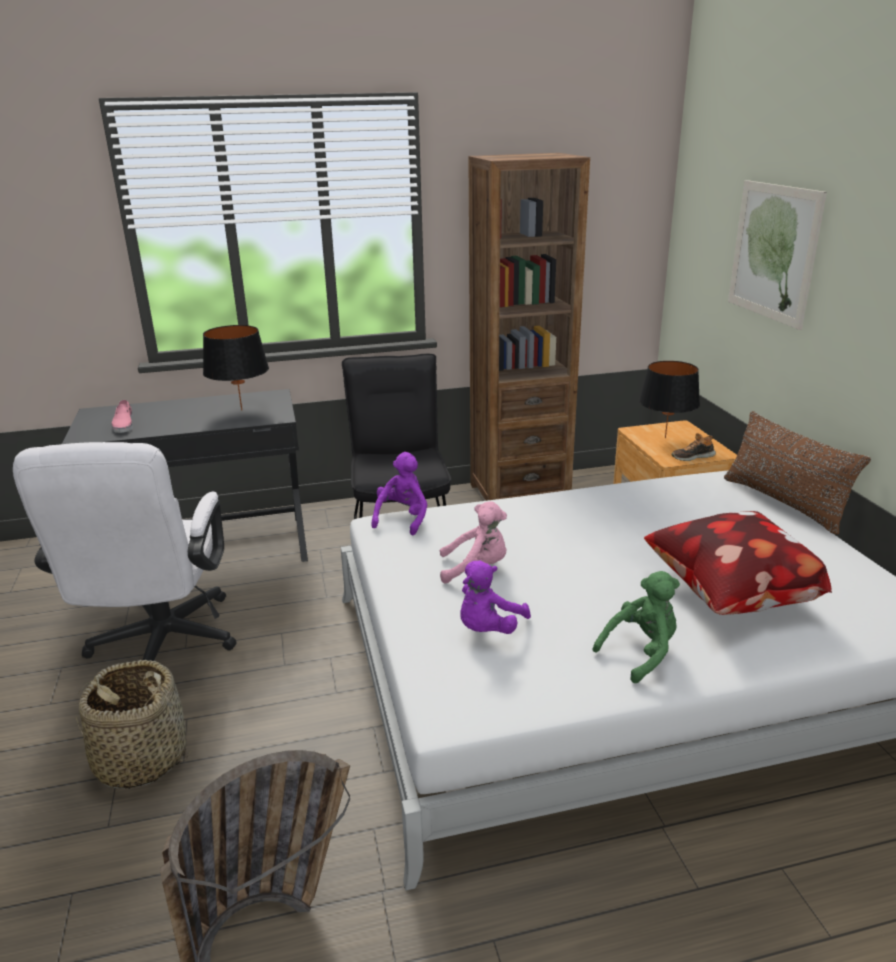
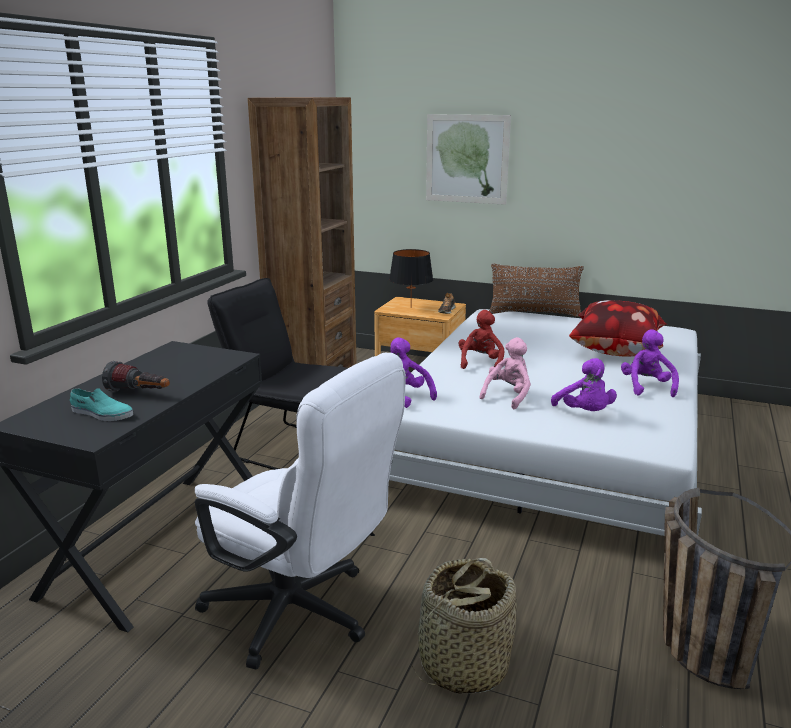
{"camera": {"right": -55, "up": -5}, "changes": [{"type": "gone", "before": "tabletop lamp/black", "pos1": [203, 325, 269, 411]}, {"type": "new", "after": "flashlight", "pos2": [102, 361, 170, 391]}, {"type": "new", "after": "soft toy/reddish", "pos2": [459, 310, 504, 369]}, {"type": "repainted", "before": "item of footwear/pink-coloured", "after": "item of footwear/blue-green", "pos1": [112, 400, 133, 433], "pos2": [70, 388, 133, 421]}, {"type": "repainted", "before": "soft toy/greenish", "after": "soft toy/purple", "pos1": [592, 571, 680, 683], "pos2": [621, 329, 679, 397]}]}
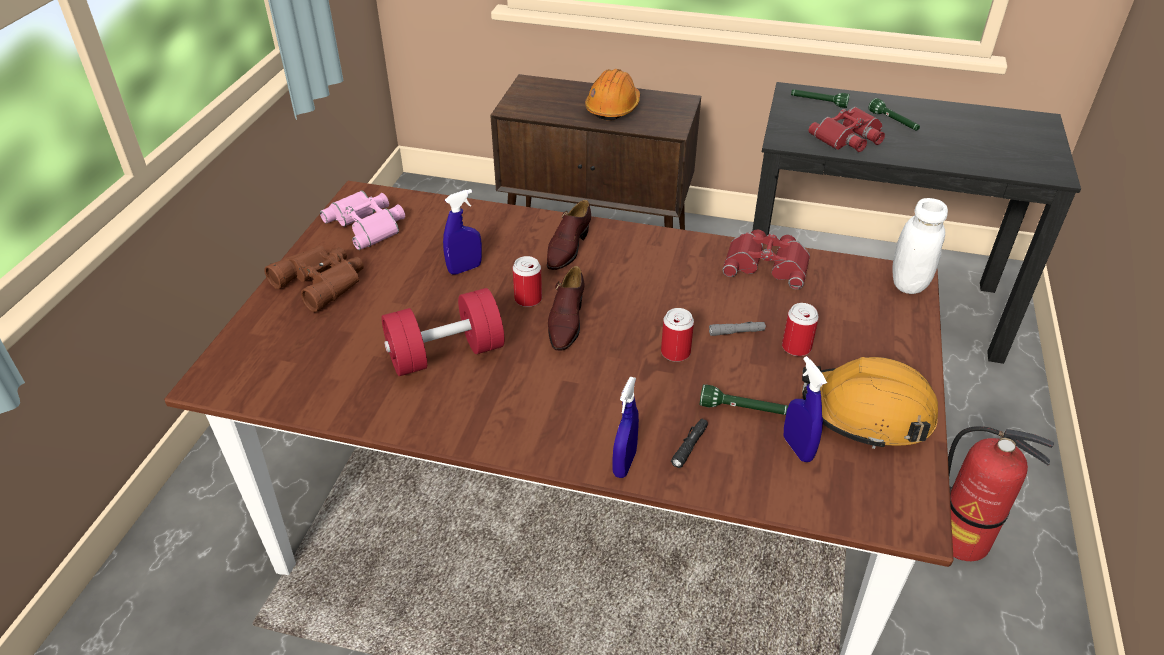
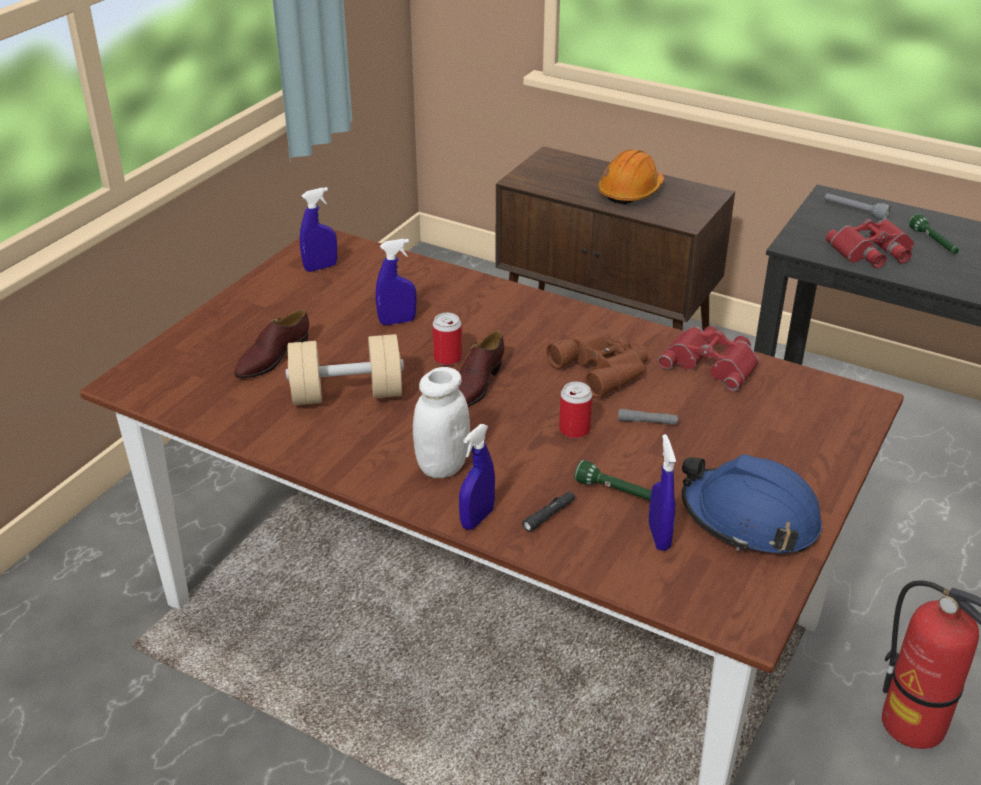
{"camera": {"right": 15, "up": -5}, "changes": [{"type": "gone", "before": "can", "pos1": [782, 303, 819, 356]}, {"type": "shifted", "before": "pair of binoculars/brownish", "pos1": [264, 245, 364, 312], "pos2": [546, 330, 648, 398]}, {"type": "shifted", "before": "item of footwear/brownish", "pos1": [547, 200, 591, 270], "pos2": [234, 309, 309, 379]}, {"type": "shifted", "before": "storage jar/white-coloured", "pos1": [892, 198, 948, 294], "pos2": [413, 367, 470, 478]}, {"type": "swapped", "before": "pair of binoculars/pink-coloured", "after": "hand sprayer/blue-coloured", "pos1": [320, 190, 405, 250], "pos2": [300, 187, 337, 272]}, {"type": "repainted", "before": "hand weight/reddish", "after": "hand weight/sand-coloured", "pos1": [382, 288, 505, 376], "pos2": [285, 334, 404, 405]}, {"type": "repainted", "before": "flashlight/greenish", "after": "flashlight/grey", "pos1": [791, 89, 850, 108], "pos2": [824, 193, 891, 220]}, {"type": "repainted", "before": "work helmet/orange", "after": "work helmet/blue-coloured", "pos1": [802, 357, 938, 449], "pos2": [682, 454, 822, 553]}]}
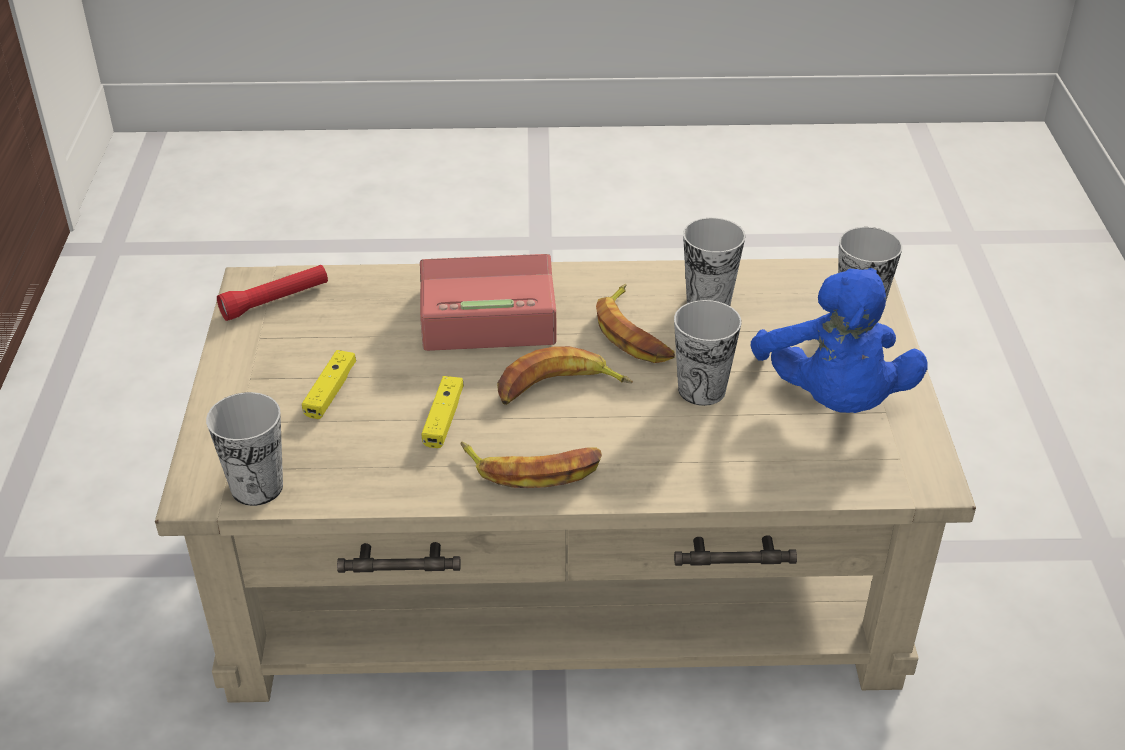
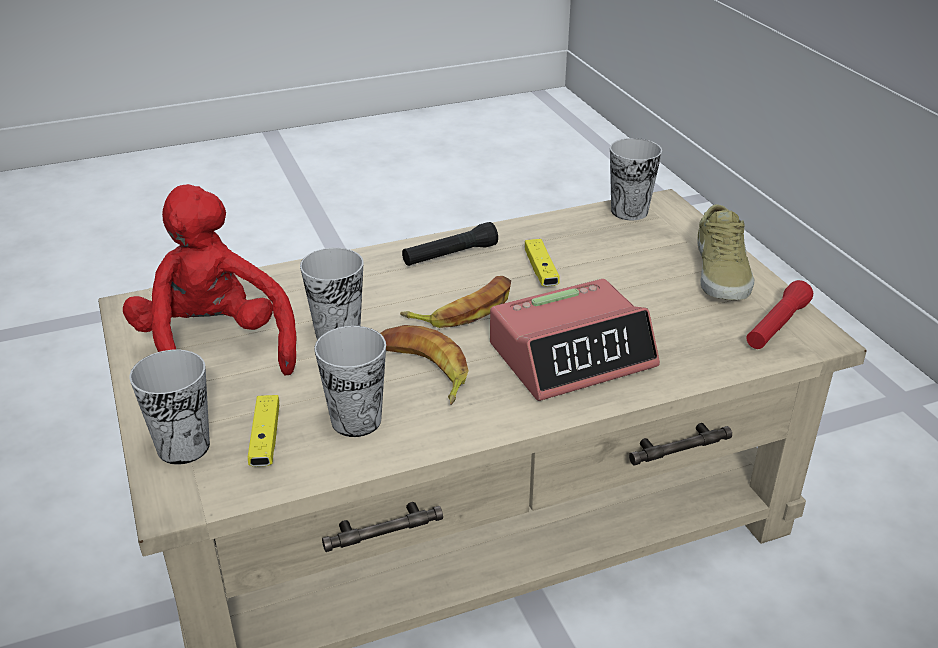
{"camera": {"right": 160, "up": -5}, "changes": [{"type": "new", "after": "item of footwear/sand-coloured", "pos2": [697, 204, 754, 300]}, {"type": "shifted", "before": "gamepad/yellowish", "pos1": [302, 350, 356, 419], "pos2": [248, 395, 279, 467]}, {"type": "swapped", "before": "banana fruit", "after": "flashlight/black", "pos1": [460, 442, 602, 488], "pos2": [402, 222, 498, 266]}, {"type": "repainted", "before": "soft toy/blue-coloured", "after": "soft toy/reddish", "pos1": [751, 268, 927, 413], "pos2": [123, 184, 297, 375]}]}
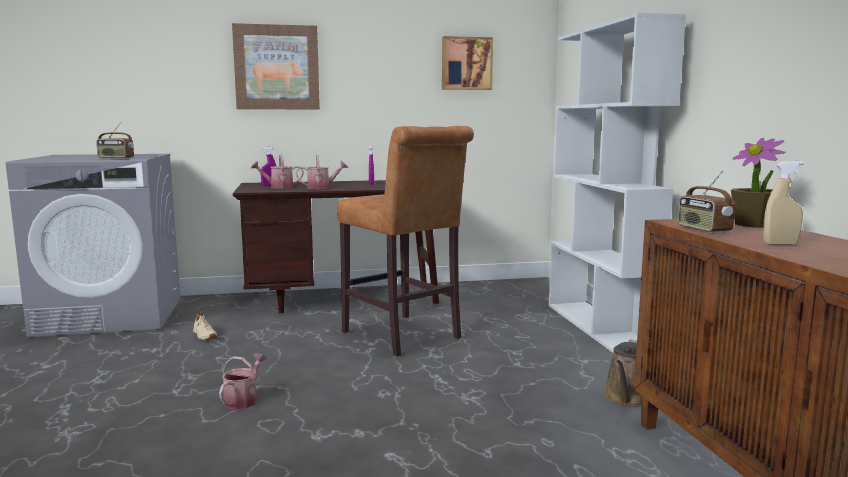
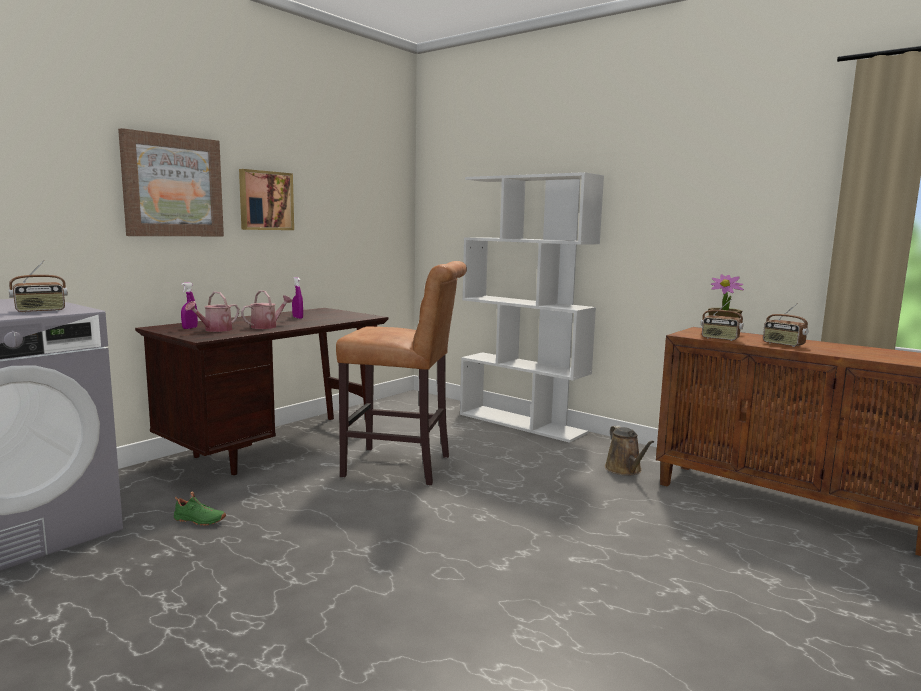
{"camera": {"right": -40, "up": 0}, "changes": [{"type": "gone", "before": "watering pot", "pos1": [219, 353, 266, 410]}, {"type": "shifted", "before": "wall picture", "pos1": [442, 36, 493, 90], "pos2": [239, 169, 294, 230]}, {"type": "swapped", "before": "hand sprayer/sand-coloured", "after": "radio", "pos1": [763, 161, 804, 245], "pos2": [763, 303, 809, 347]}, {"type": "repainted", "before": "item of footwear/sand-coloured", "after": "item of footwear/greenish", "pos1": [193, 311, 217, 340], "pos2": [174, 491, 226, 526]}]}
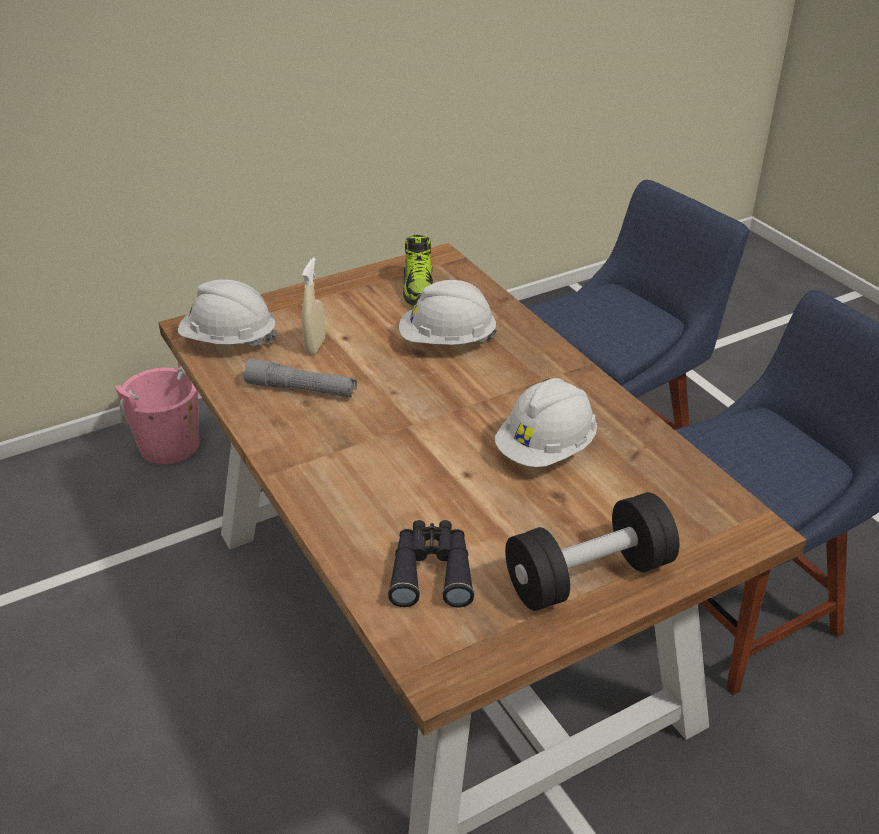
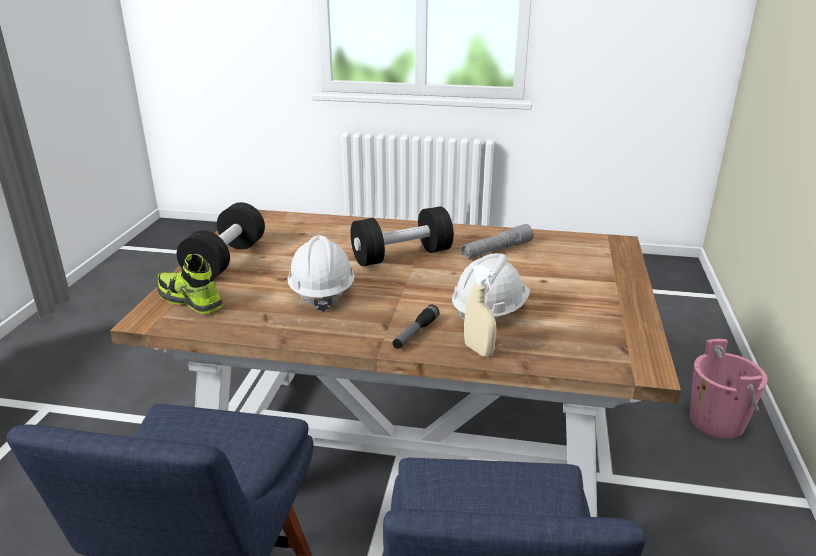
{"camera": {"right": 130, "up": -10}, "changes": [{"type": "gone", "before": "work helmet/white-coloured", "pos1": [178, 279, 278, 346]}, {"type": "gone", "before": "pair of binoculars/black", "pos1": [388, 520, 474, 607]}, {"type": "new", "after": "hand weight/black", "pos2": [351, 206, 454, 266]}, {"type": "new", "after": "flashlight", "pos2": [392, 305, 440, 349]}, {"type": "shifted", "before": "hand sprayer/sand-coloured", "pos1": [302, 258, 325, 355], "pos2": [464, 264, 496, 357]}, {"type": "shifted", "before": "item of footwear", "pos1": [403, 235, 433, 306], "pos2": [157, 254, 223, 314]}]}
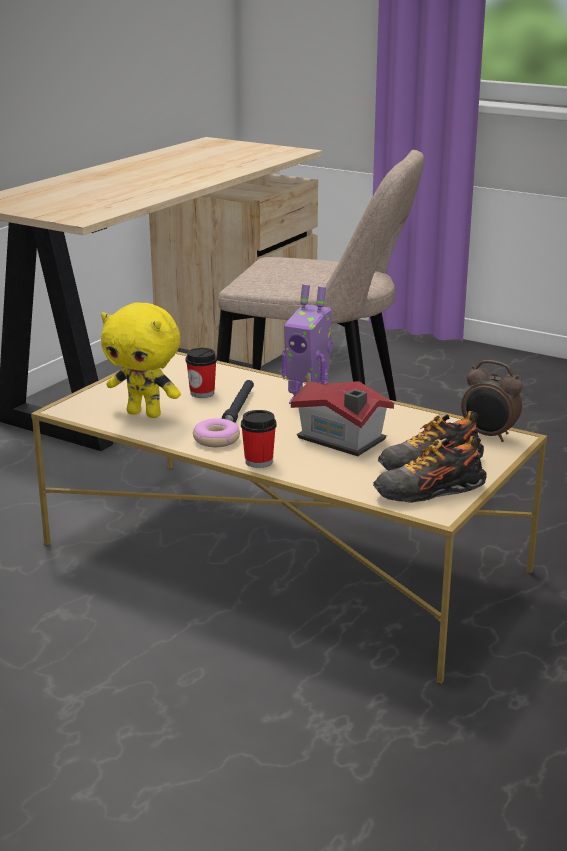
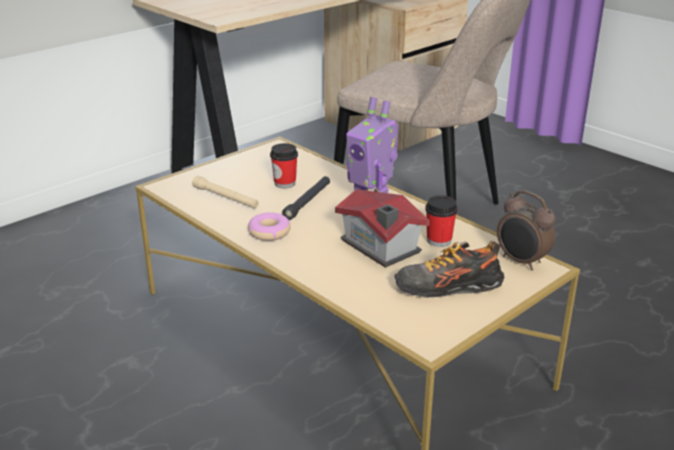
{"camera": {"right": 15, "up": 5}, "changes": [{"type": "gone", "before": "item of footwear", "pos1": [373, 436, 487, 503]}, {"type": "shifted", "before": "small cup", "pos1": [241, 410, 277, 468], "pos2": [425, 195, 458, 247]}, {"type": "swapped", "before": "soft toy/yellowish", "after": "flashlight/sand-coloured", "pos1": [101, 302, 181, 418], "pos2": [192, 176, 259, 209]}]}
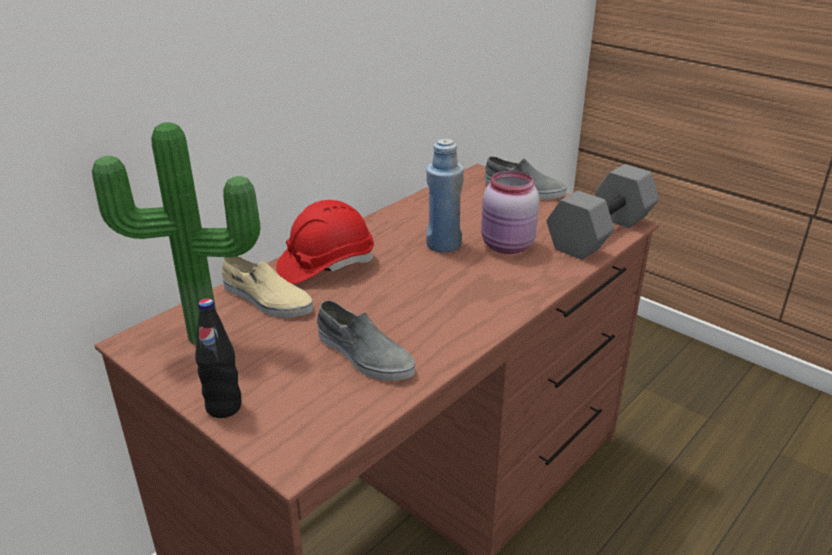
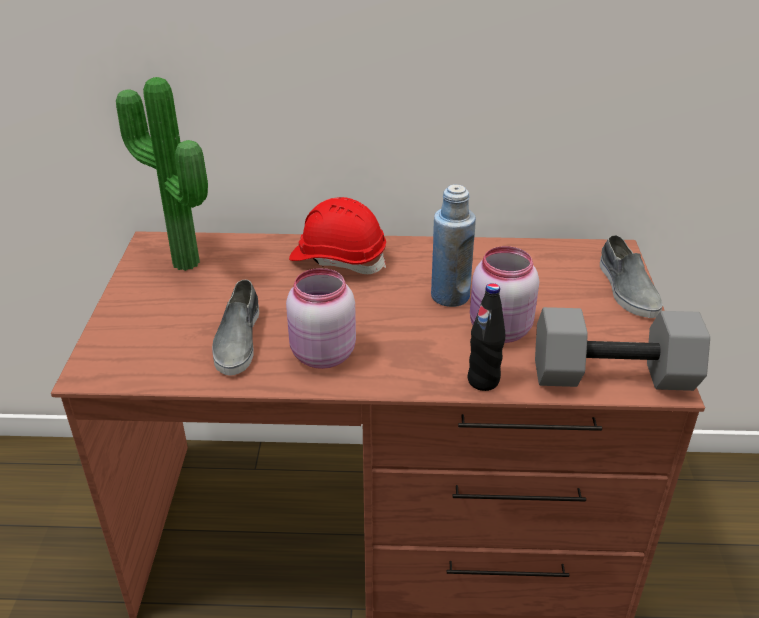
{"camera": {"right": 50, "up": 5}, "changes": [{"type": "gone", "before": "item of footwear/sand-coloured", "pos1": [221, 256, 313, 318]}, {"type": "new", "after": "storage jar/pink-coloured", "pos2": [286, 268, 356, 369]}, {"type": "shifted", "before": "beverage bottle/black", "pos1": [195, 298, 242, 418], "pos2": [468, 283, 505, 391]}]}
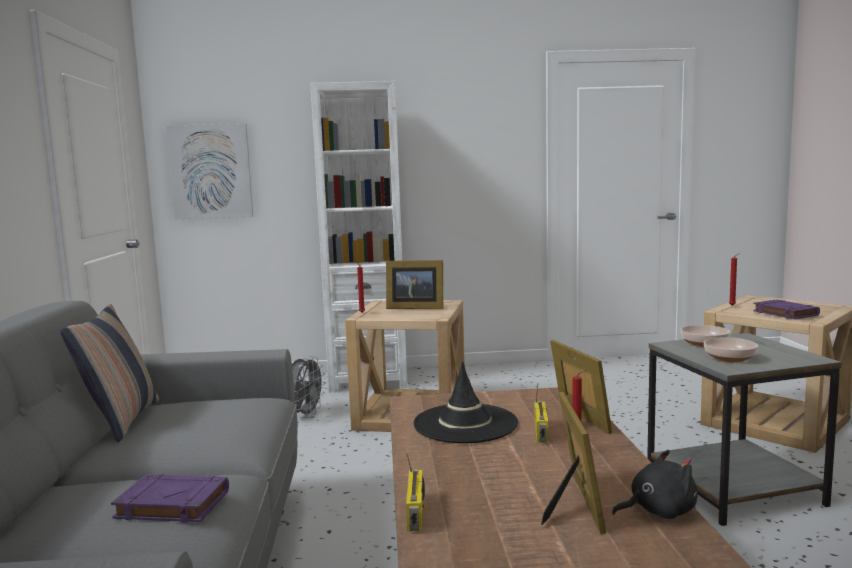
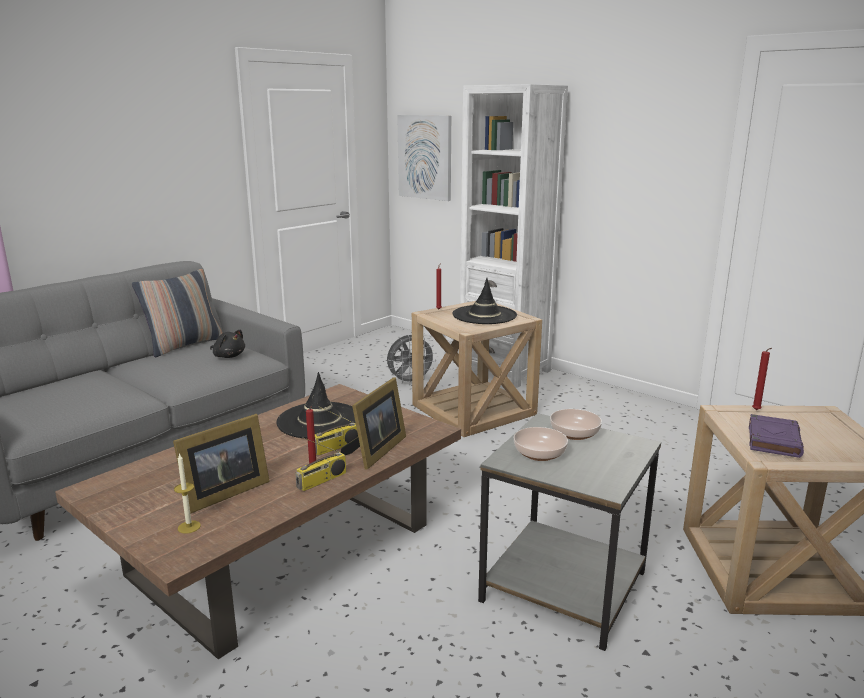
{"camera": {"right": 45, "up": 10}, "changes": [{"type": "gone", "before": "bound book/purple", "pos1": [111, 474, 229, 523]}, {"type": "new", "after": "wax candle", "pos2": [174, 453, 201, 534]}, {"type": "shifted", "before": "radio", "pos1": [406, 453, 425, 532], "pos2": [295, 437, 346, 491]}, {"type": "shifted", "before": "soft toy/black", "pos1": [612, 450, 698, 519], "pos2": [210, 330, 245, 358]}, {"type": "swapped", "before": "picture frame", "after": "clothing hat/black", "pos1": [386, 260, 443, 309], "pos2": [452, 278, 517, 324]}]}
